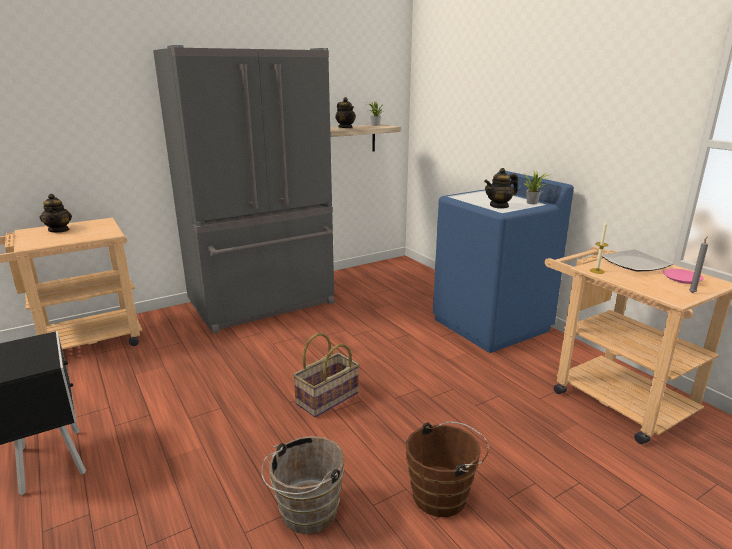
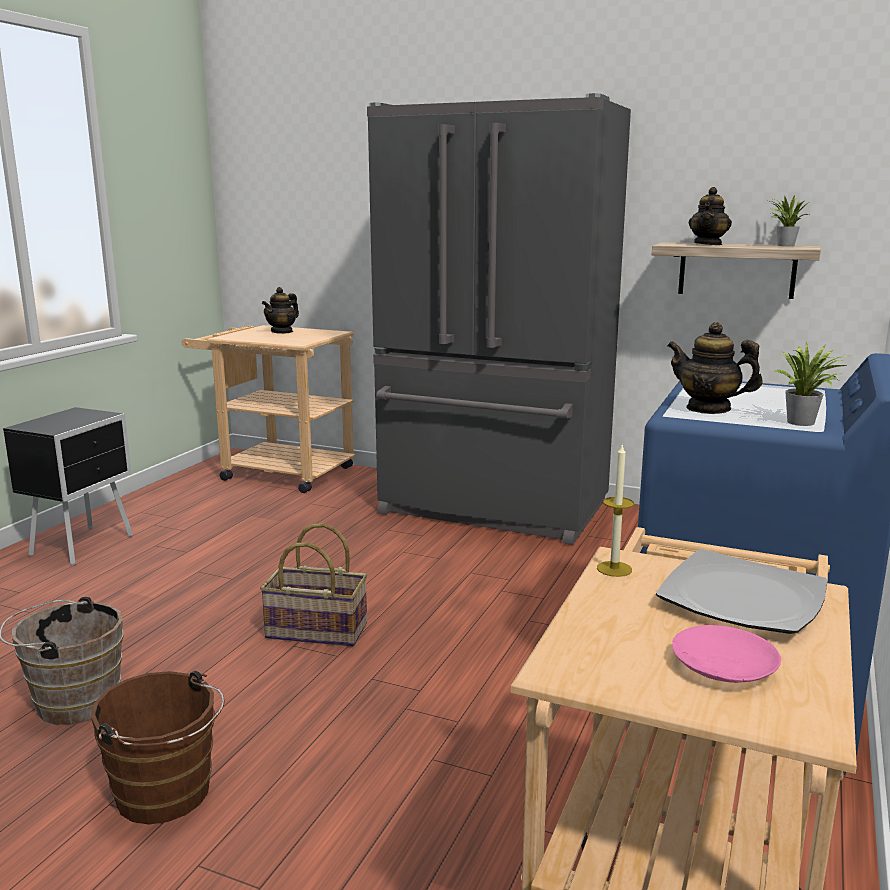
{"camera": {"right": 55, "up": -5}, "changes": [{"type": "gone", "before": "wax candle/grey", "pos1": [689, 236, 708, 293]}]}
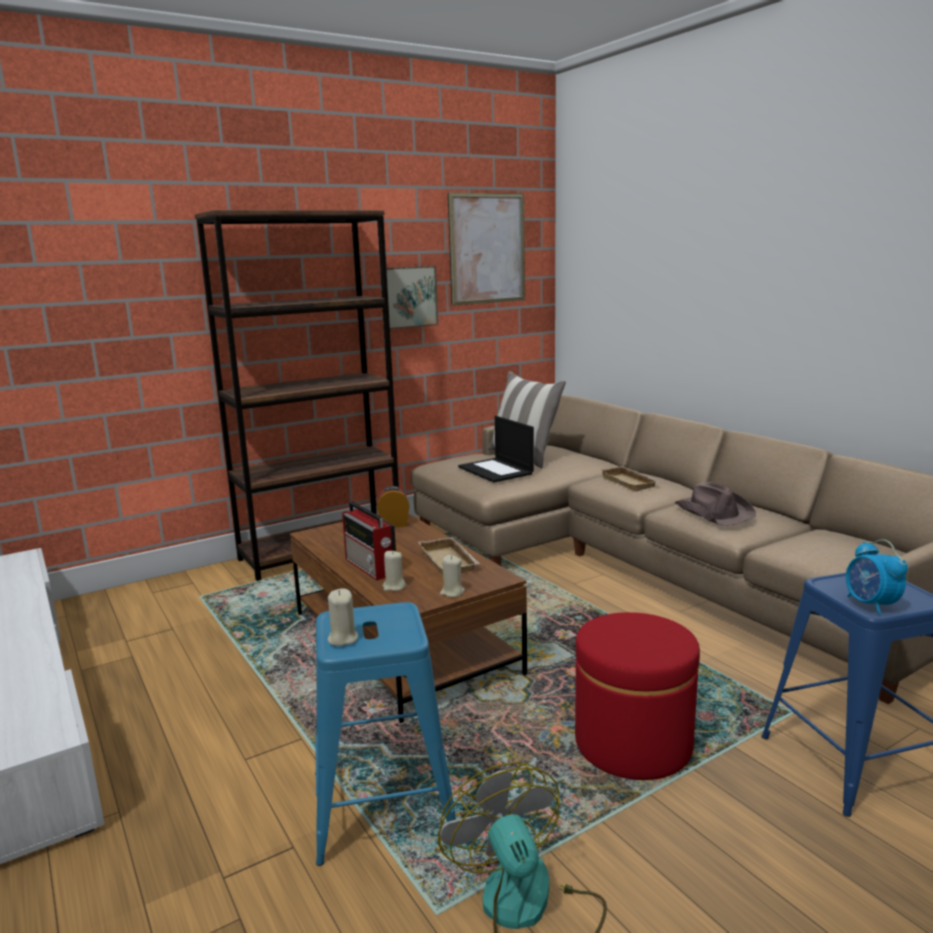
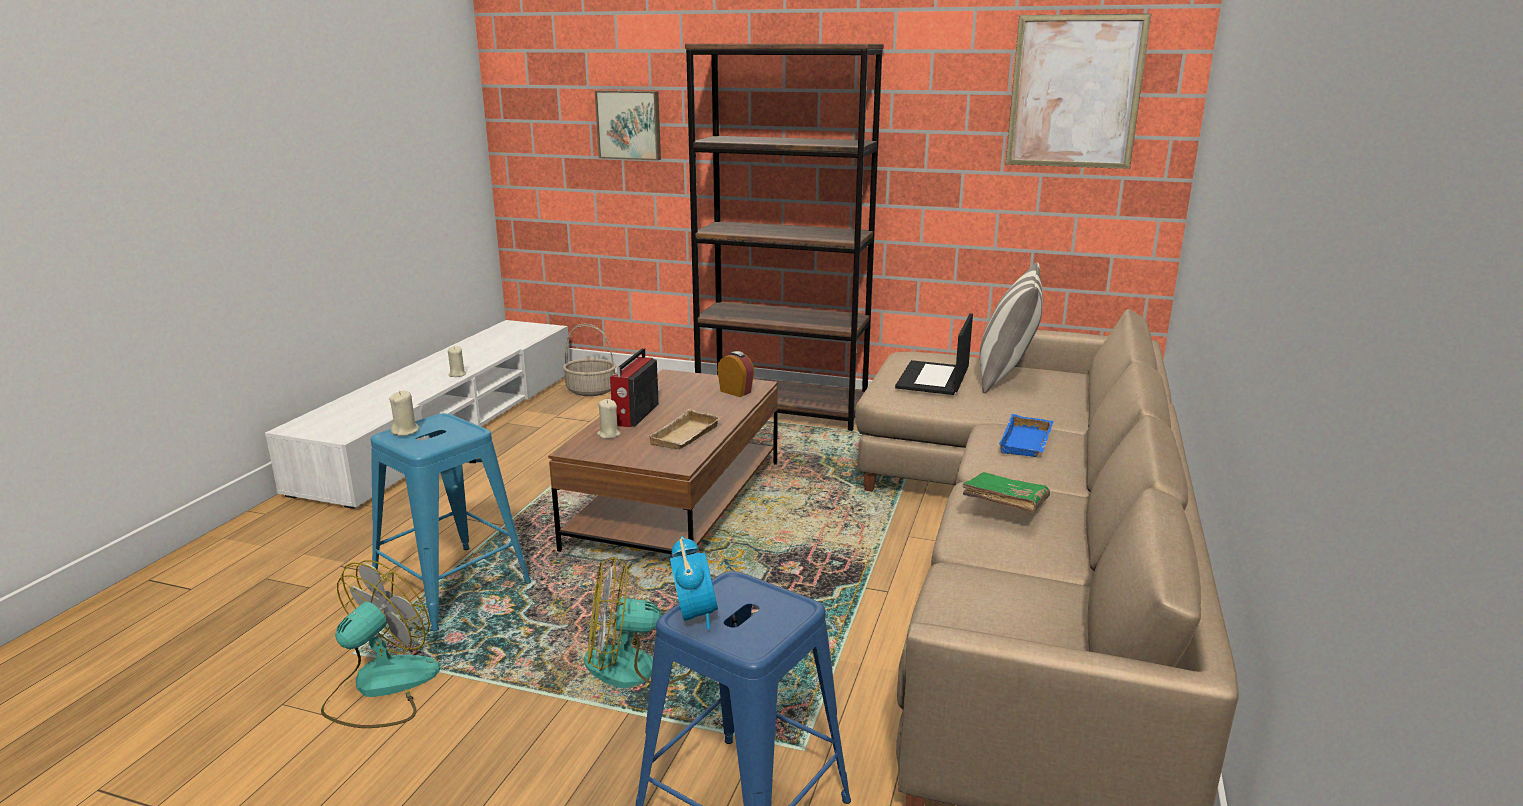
{"camera": {"right": 50, "up": 5}, "changes": [{"type": "new", "after": "storage basket", "pos2": [562, 324, 616, 396]}, {"type": "shifted", "before": "wall picture", "pos1": [387, 266, 438, 329], "pos2": [595, 90, 661, 161]}, {"type": "shifted", "before": "wax candle/sand-coloured", "pos1": [440, 555, 465, 597], "pos2": [448, 346, 466, 377]}, {"type": "swapped", "before": "footrest/reddish", "after": "fan", "pos1": [575, 612, 700, 780], "pos2": [584, 557, 692, 688]}, {"type": "swapped", "before": "clothing hat/brownish", "after": "bound book/greenish", "pos1": [675, 482, 756, 526], "pos2": [963, 472, 1050, 512]}, {"type": "repainted", "before": "carrying tray/sand-coloured", "after": "carrying tray/blue-coloured", "pos1": [599, 466, 659, 492], "pos2": [999, 414, 1053, 457]}, {"type": "rotated", "before": "table clock", "pos1": [846, 539, 908, 615], "pos2": [670, 536, 718, 630], "turn": 135}]}
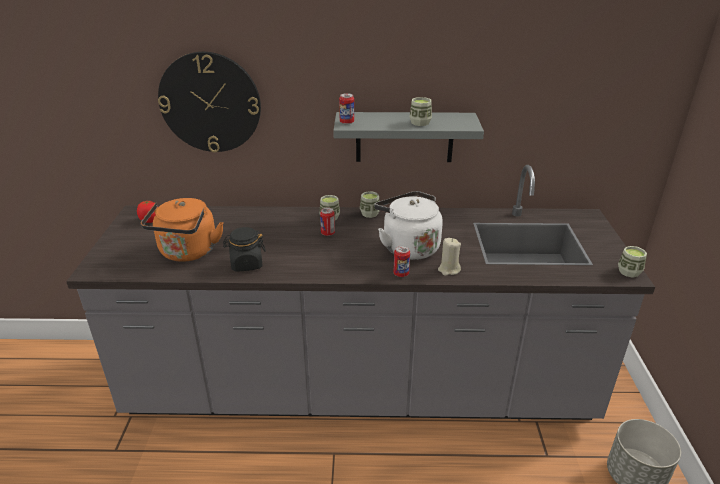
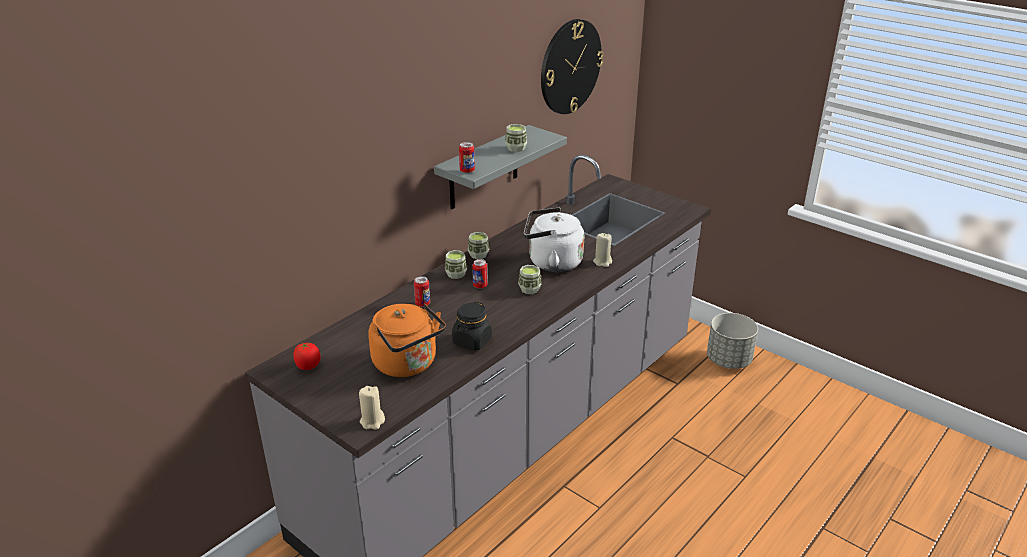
{"camera": {"right": -50, "up": 0}, "changes": [{"type": "new", "after": "wax candle/sand-coloured", "pos2": [359, 386, 385, 430]}, {"type": "shifted", "before": "clock on the wall", "pos1": [158, 52, 261, 152], "pos2": [541, 19, 604, 114]}, {"type": "shifted", "before": "can", "pos1": [394, 246, 410, 277], "pos2": [414, 276, 430, 307]}, {"type": "shifted", "before": "small cup", "pos1": [618, 246, 647, 277], "pos2": [518, 265, 541, 294]}]}
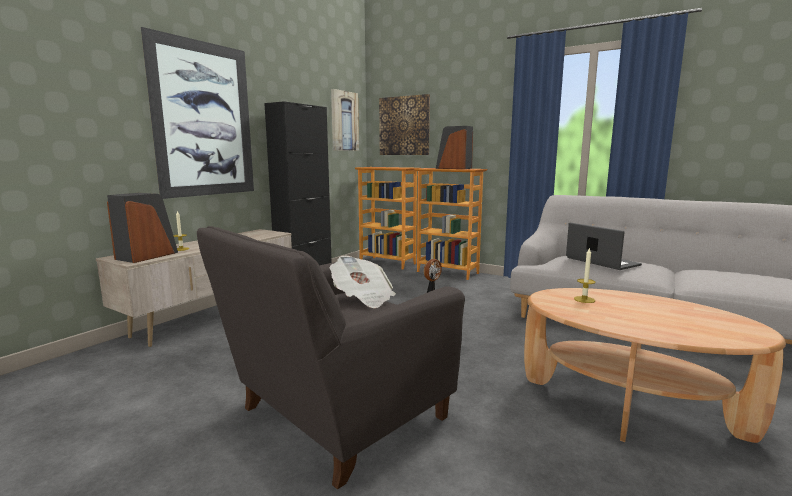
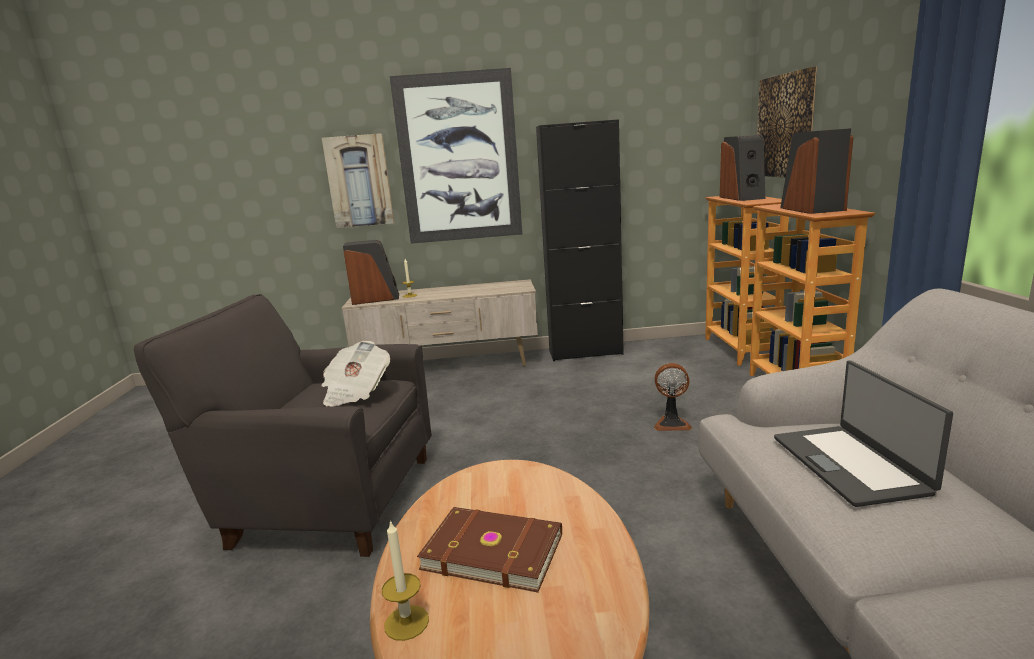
{"camera": {"right": 55, "up": 5}, "changes": [{"type": "new", "after": "bound book/brownish", "pos2": [417, 507, 562, 593]}, {"type": "new", "after": "speaker", "pos2": [719, 135, 765, 201]}, {"type": "shifted", "before": "wall picture", "pos1": [331, 89, 359, 151], "pos2": [322, 133, 394, 228]}, {"type": "shifted", "before": "wax candle", "pos1": [574, 247, 595, 303], "pos2": [382, 520, 429, 641]}, {"type": "rotated", "before": "laptop", "pos1": [566, 223, 642, 270], "pos2": [774, 361, 953, 507], "turn": 150}]}
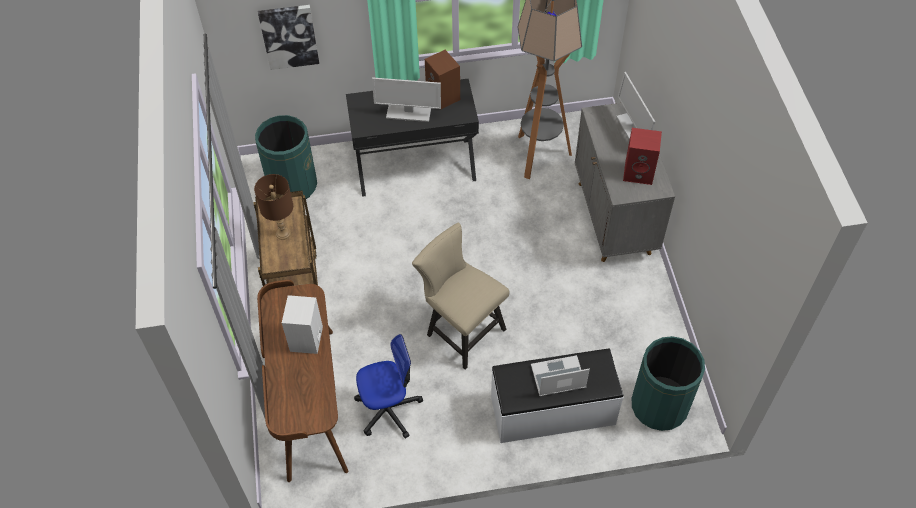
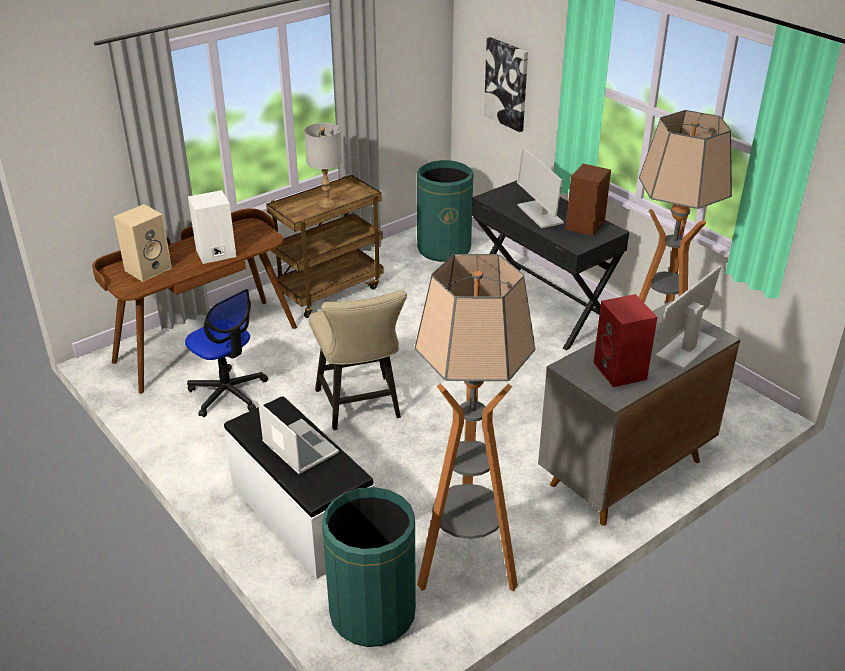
{"camera": {"right": 60, "up": -20}, "changes": [{"type": "new", "after": "speaker/sand-coloured", "pos2": [114, 204, 172, 282]}, {"type": "new", "after": "standard lamp", "pos2": [415, 254, 536, 591]}, {"type": "repainted", "before": "tabletop lamp/brownish", "after": "tabletop lamp/grey", "pos1": [254, 174, 293, 240], "pos2": [304, 123, 342, 208]}, {"type": "rotated", "before": "upright chair/sand-coloured", "pos1": [412, 223, 510, 369], "pos2": [309, 290, 407, 430], "turn": 150}]}
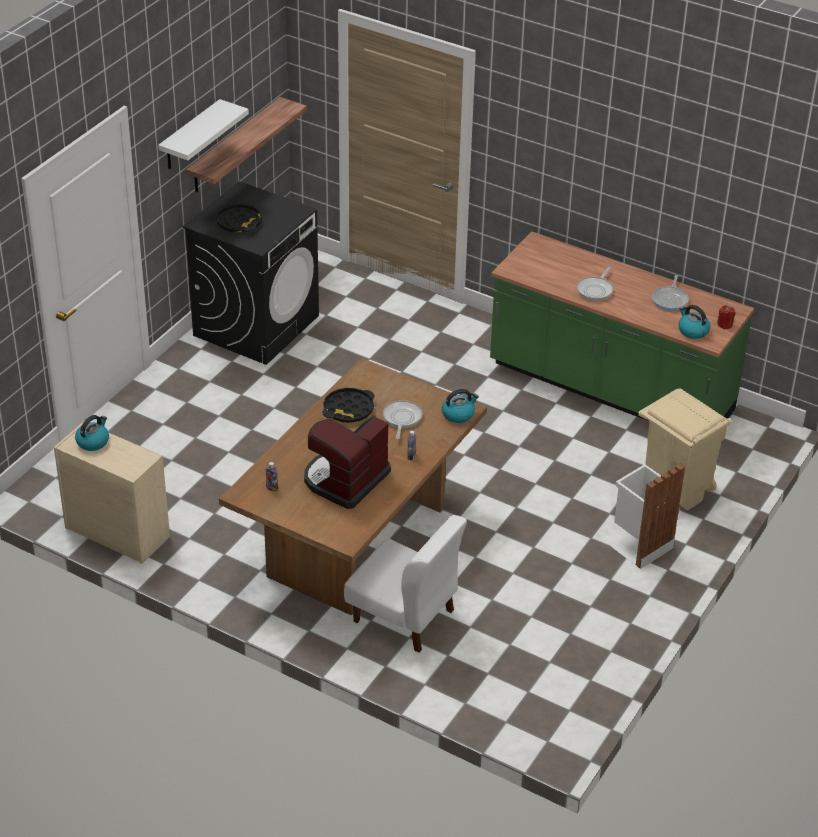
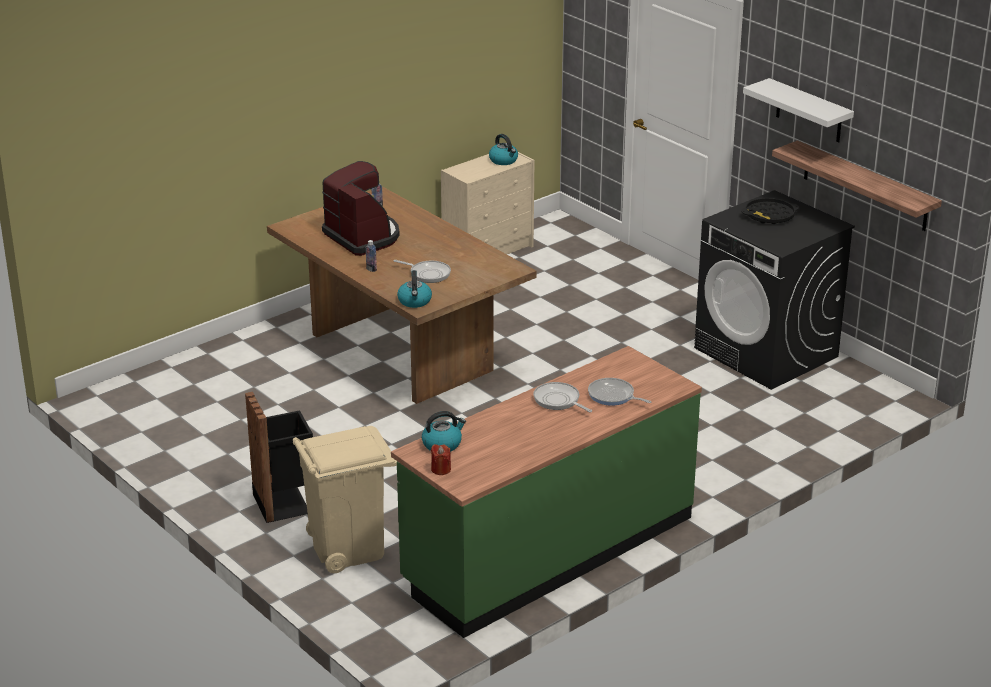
{"camera": {"right": 110, "up": -10}, "changes": [{"type": "gone", "before": "carrying tray/black", "pos1": [322, 388, 375, 423]}, {"type": "gone", "before": "upright chair/white-coloured", "pos1": [344, 515, 467, 653]}, {"type": "shifted", "before": "frying pan", "pos1": [652, 275, 689, 311], "pos2": [588, 378, 651, 406]}, {"type": "repainted", "before": "waste bin/white-coloured", "after": "waste bin/black", "pos1": [611, 464, 685, 569], "pos2": [245, 392, 313, 523]}]}
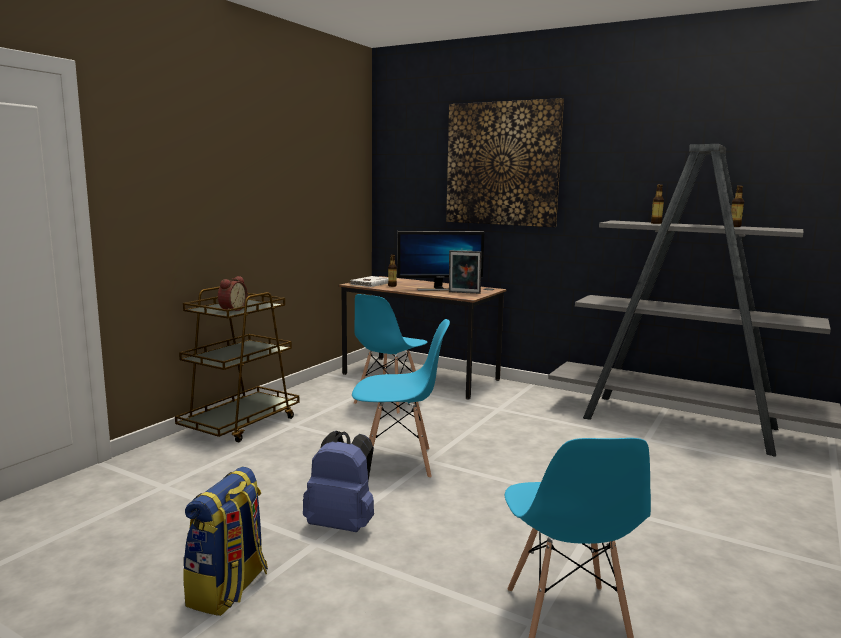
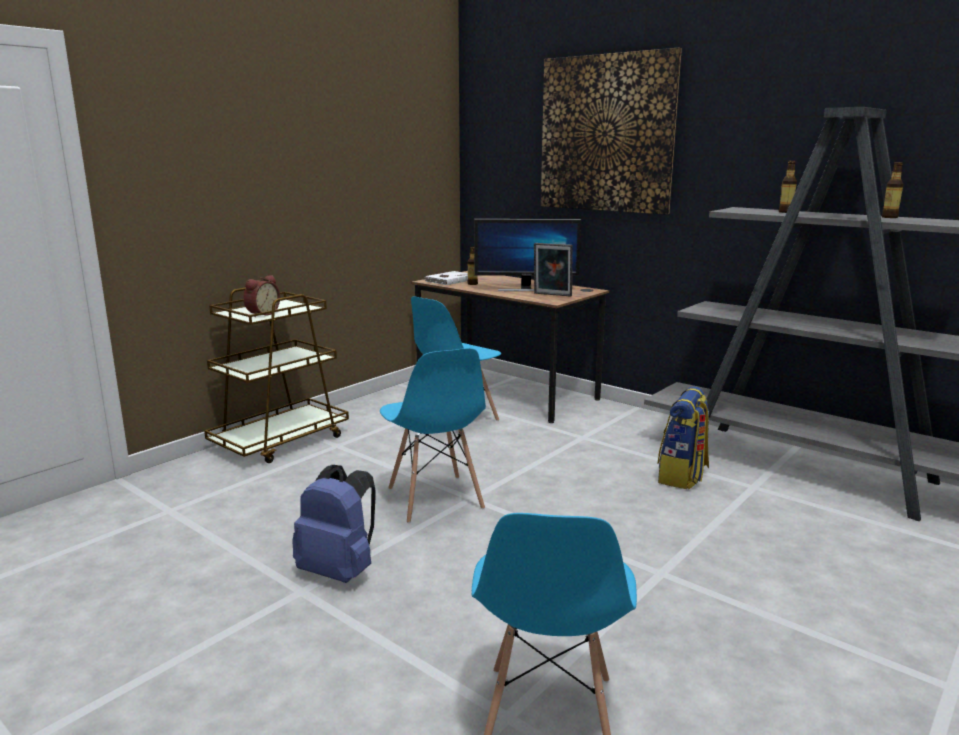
{"camera": {"right": 10, "up": 5}, "changes": [{"type": "shifted", "before": "knapsack", "pos1": [183, 467, 268, 616], "pos2": [658, 386, 709, 489]}, {"type": "rotated", "before": "upright chair/blue-coloured", "pos1": [352, 319, 450, 478], "pos2": [380, 348, 486, 523], "turn": 60}]}
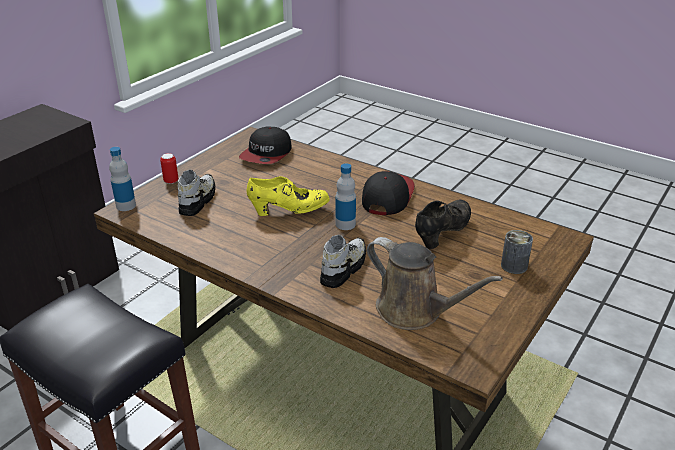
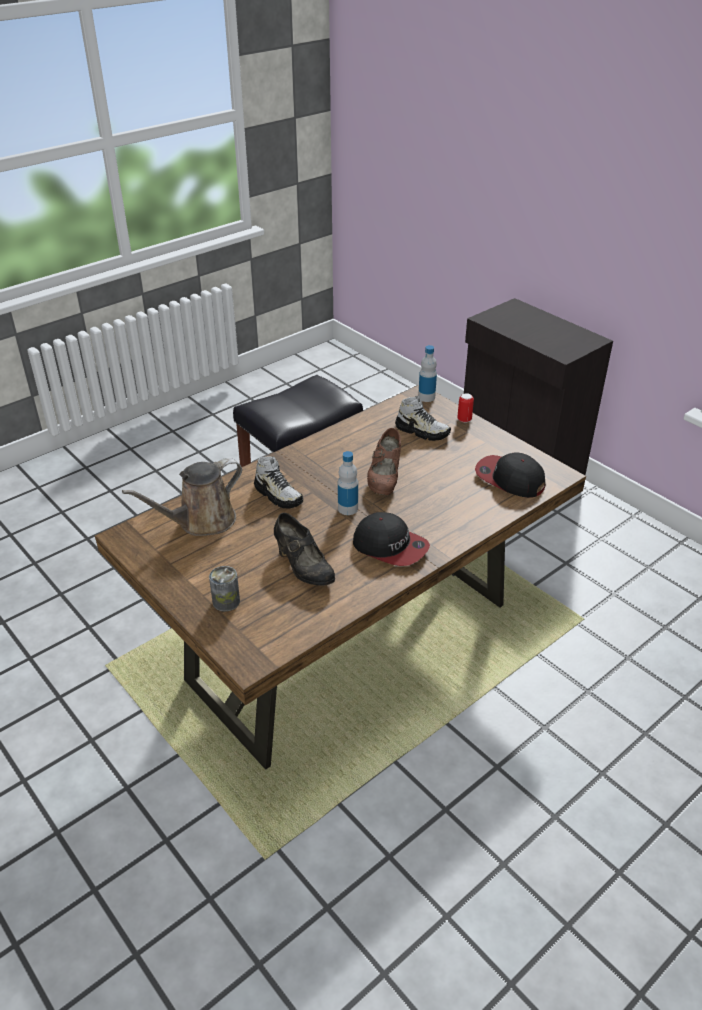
{"camera": {"right": 105, "up": 5}, "changes": [{"type": "repainted", "before": "item of footwear/yellowish", "after": "item of footwear/brownish", "pos1": [247, 176, 330, 216], "pos2": [367, 428, 401, 495]}]}
